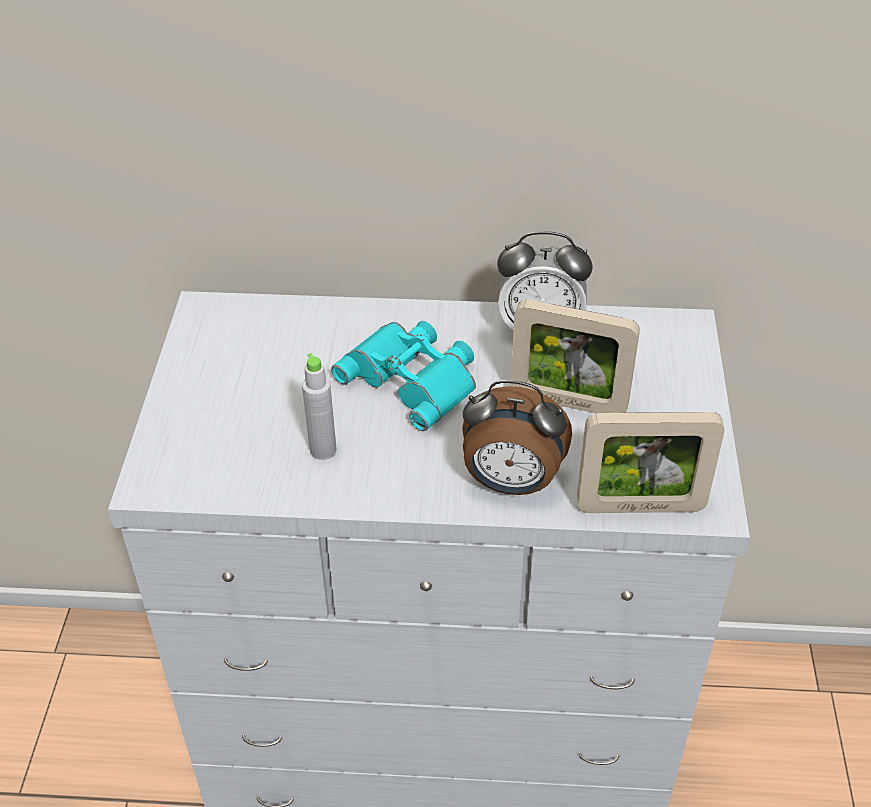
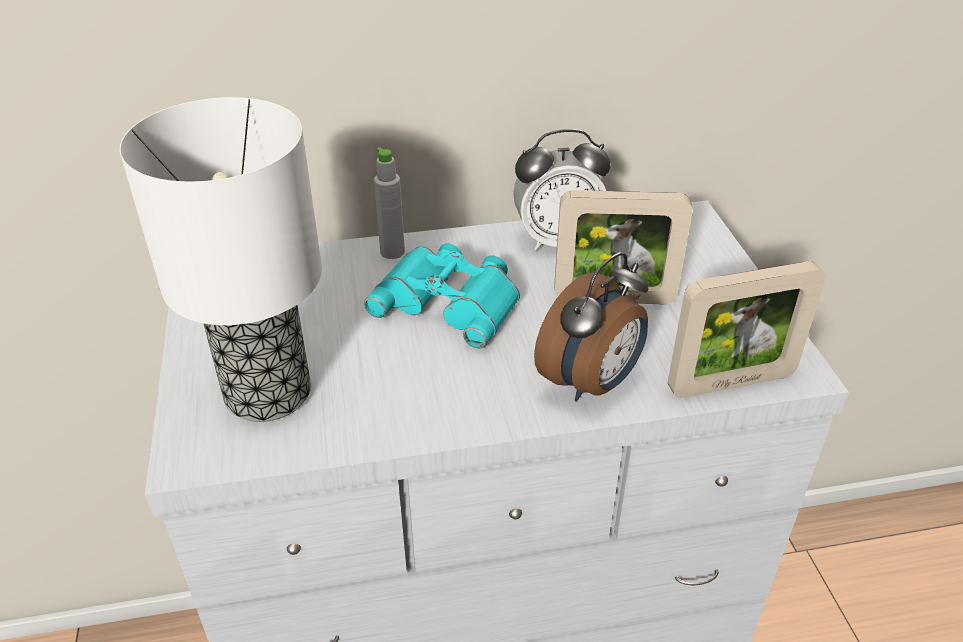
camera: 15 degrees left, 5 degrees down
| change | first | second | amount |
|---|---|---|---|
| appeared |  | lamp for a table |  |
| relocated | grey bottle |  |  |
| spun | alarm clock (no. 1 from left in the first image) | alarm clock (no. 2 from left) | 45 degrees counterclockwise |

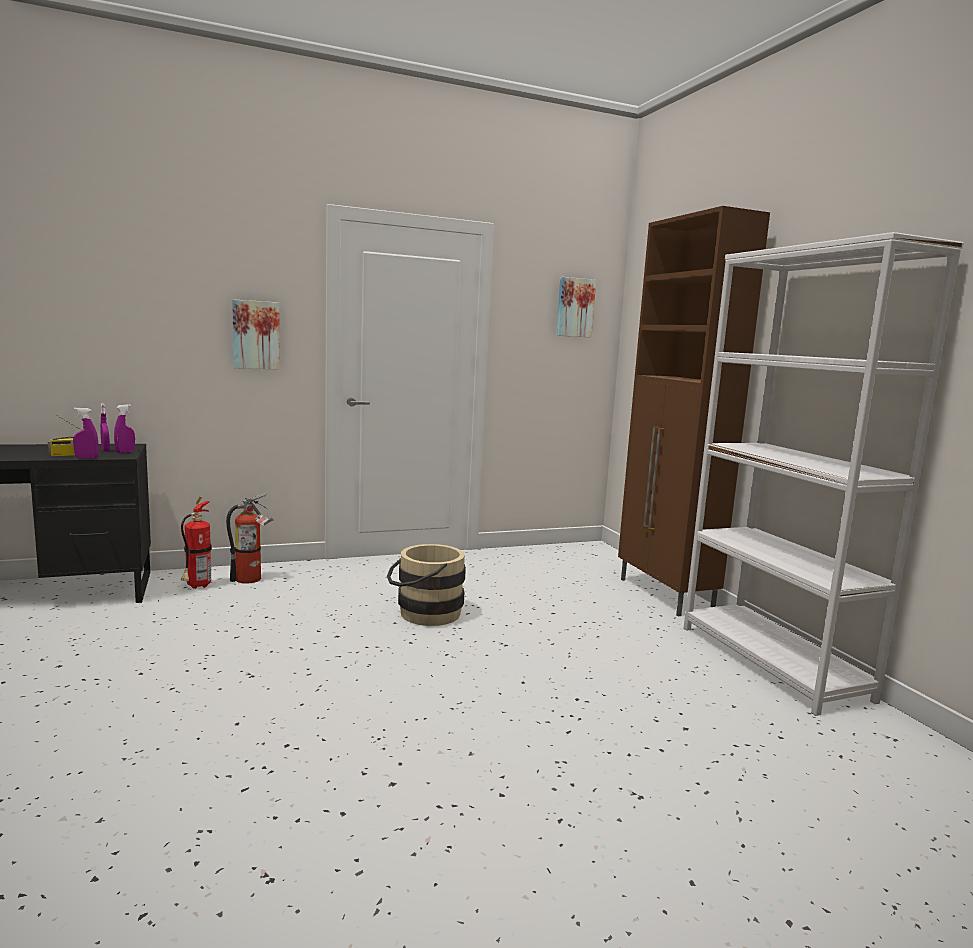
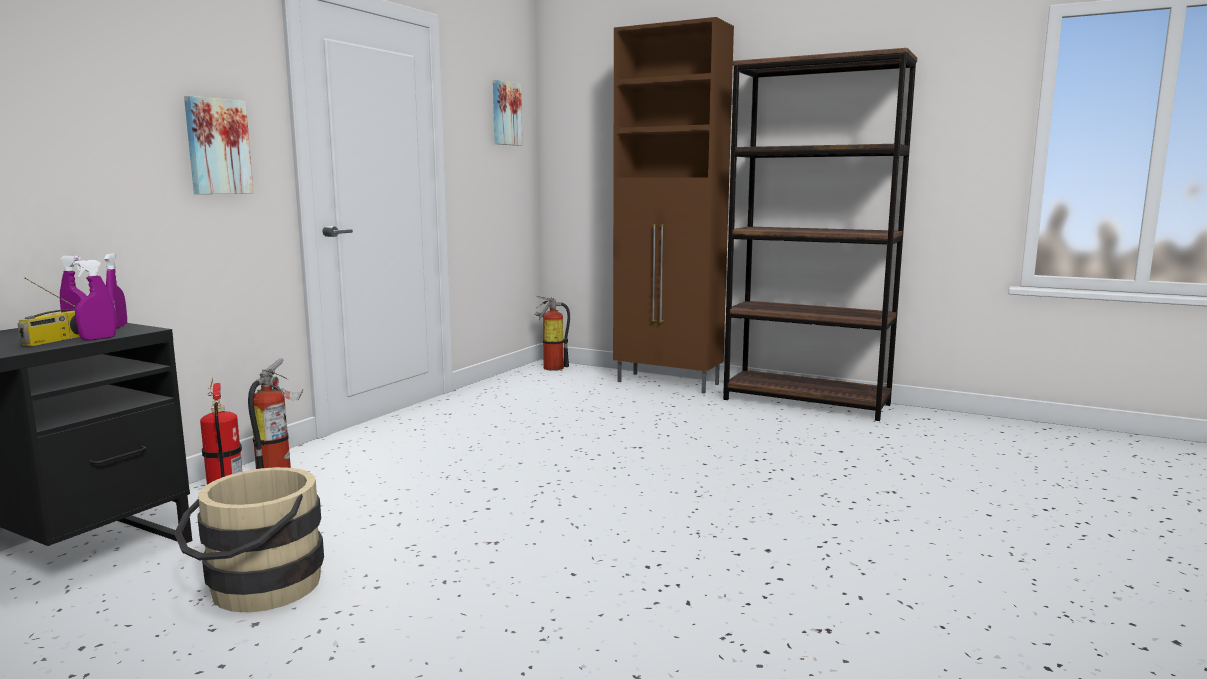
camera: 40 degrees left, 0 degrees up
| change | first | second | amount |
|---|---|---|---|
| appeared |  | fire extinguisher (no. 3 from left) |  |
| relocated | sand-coloured pail |  |  |
| colour | whitish bookcase | brown-coloured bookcase |  |

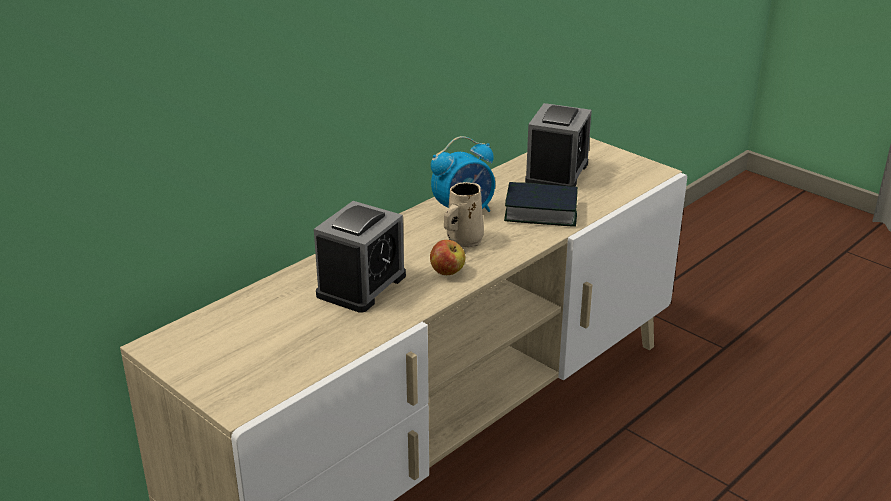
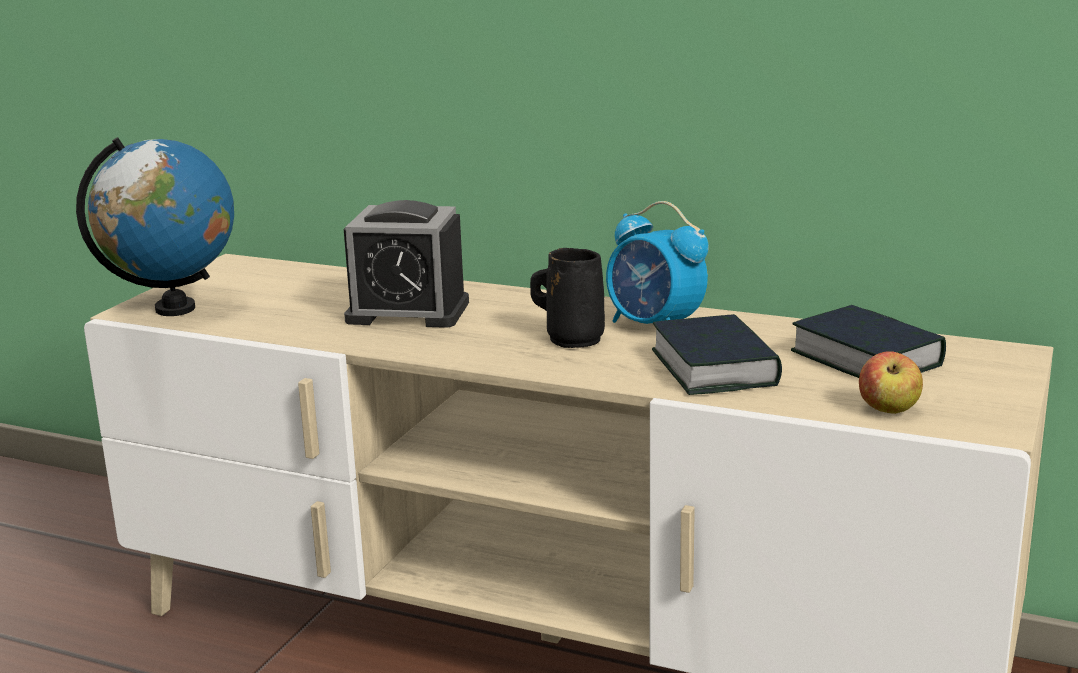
camera: 70 degrees right, 10 degrees down
| change | first | second | amount |
|---|---|---|---|
| appeared |  | world globe |  |
| relocated | apple |  |  |
| exchanged | alarm clock (no. 3 from left) | volume (no. 2 from left) |  |
| colour | sand-coloured coffee mug | blackish coffee mug |  |

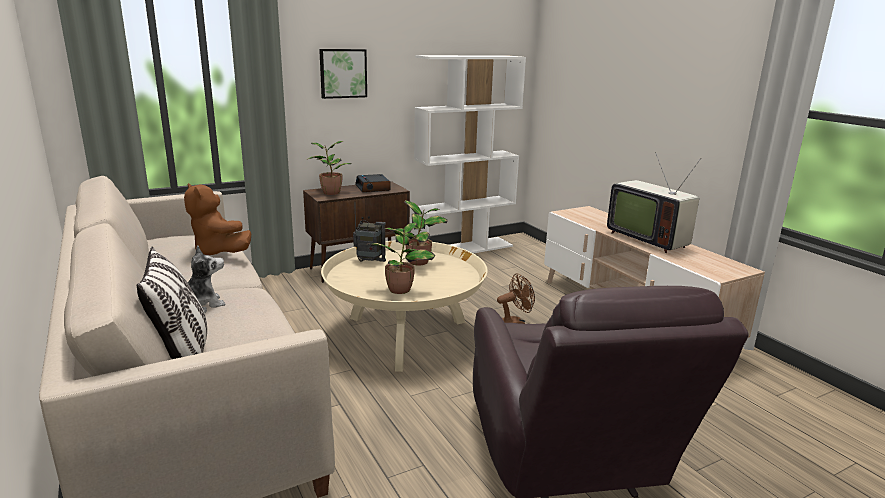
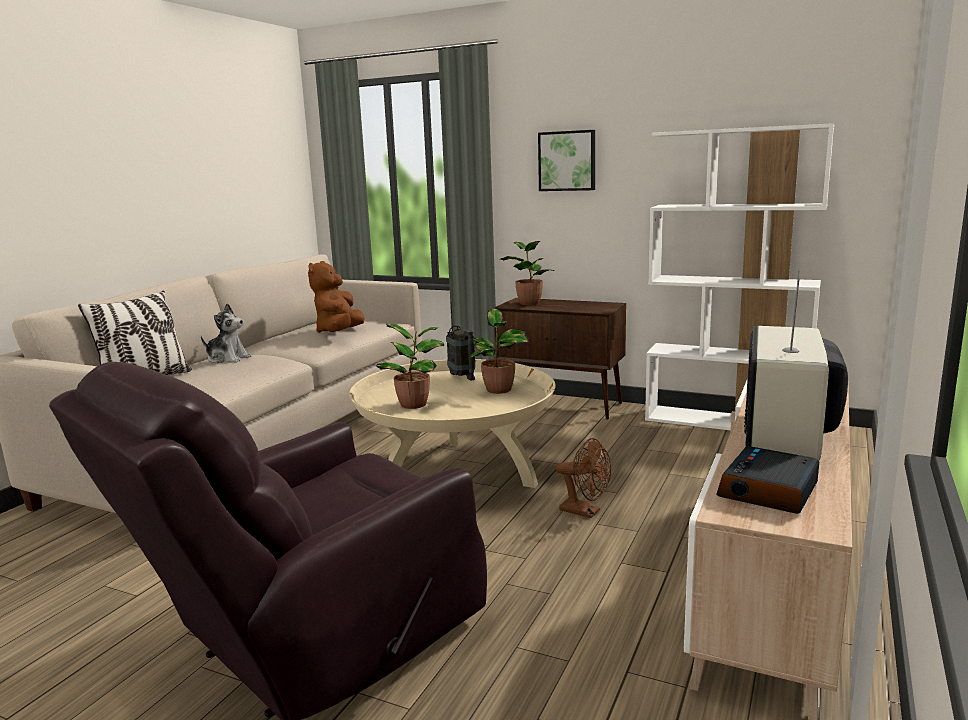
camera: 55 degrees right, 5 degrees down
| change | first | second | amount |
|---|---|---|---|
| relocated | alarm clock |  |  |

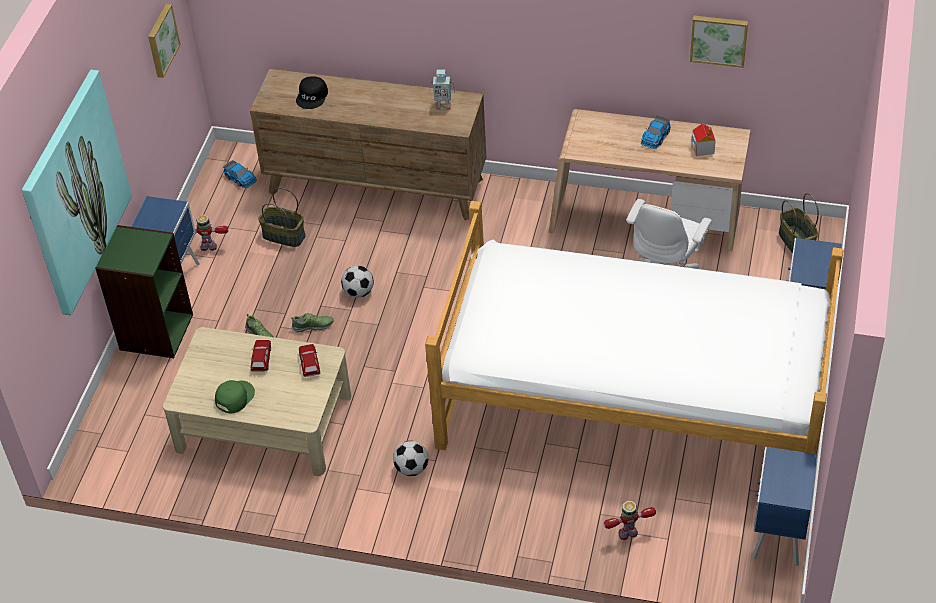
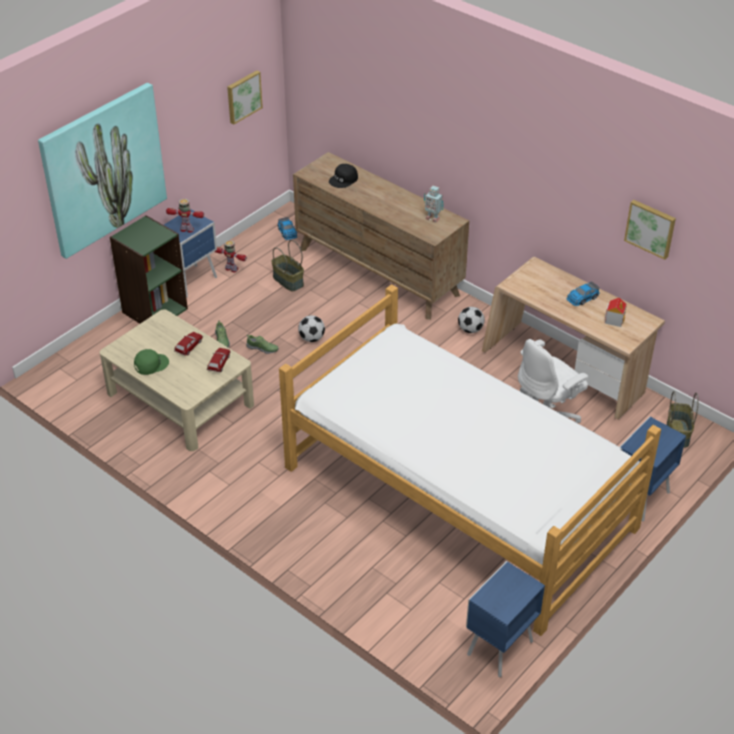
camera: 25 degrees right, 5 degrees down
| change | first | second | amount |
|---|---|---|---|
| relocated | football ball (no. 2 from left) |  |  |
| relocated | robot figure (no. 3 from left in the first image) | robot figure (no. 1 from left) |  |

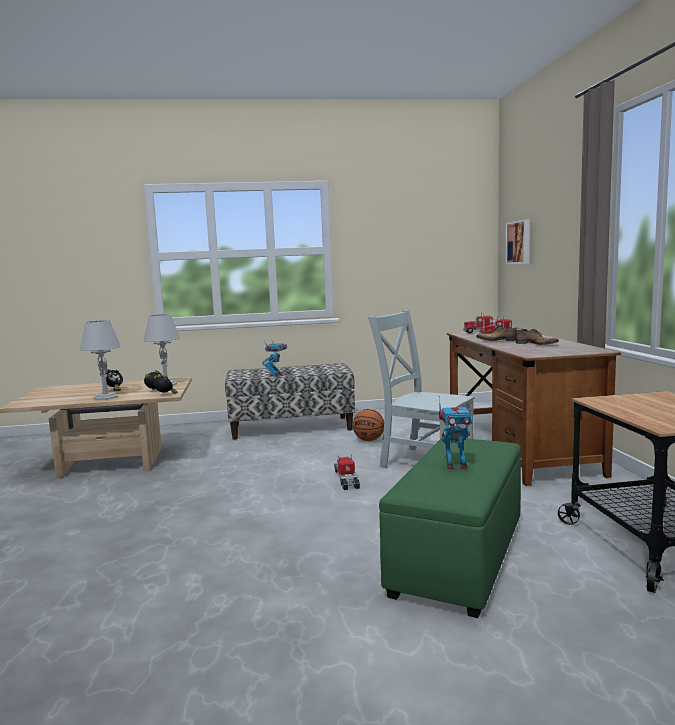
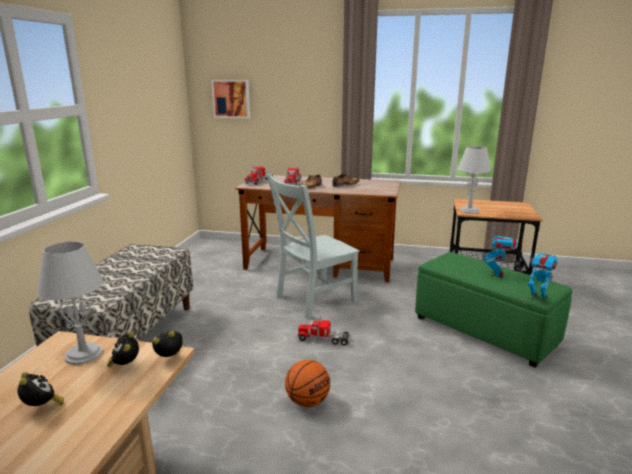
camera: 70 degrees left, 10 degrees up
| change | first | second | amount |
|---|---|---|---|
| relocated | grey lamp for a table (no. 1 from left in the first image) | grey lamp for a table (no. 2 from left) |  |
| relocated | robot figure (no. 1 from left in the first image) | robot figure (no. 2 from left) |  |
| relocated | ball for basketball |  |  |

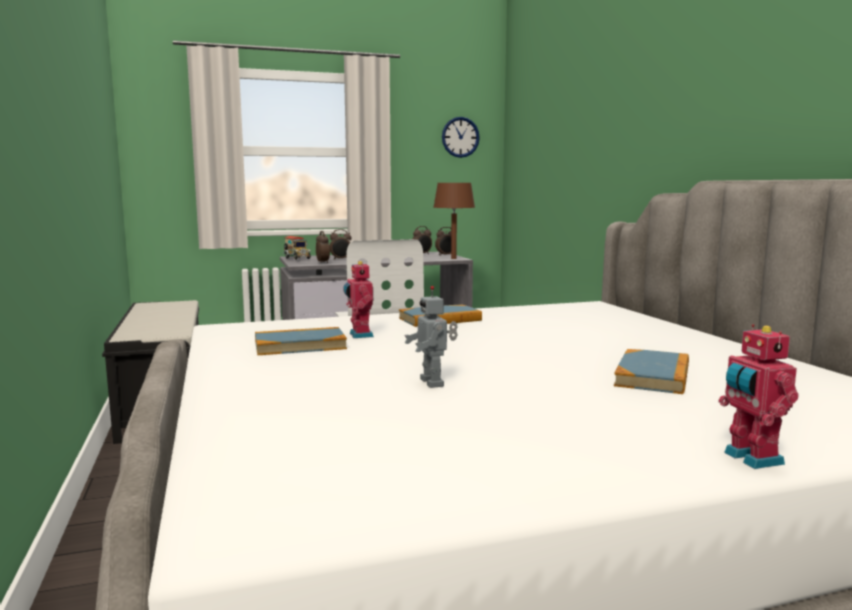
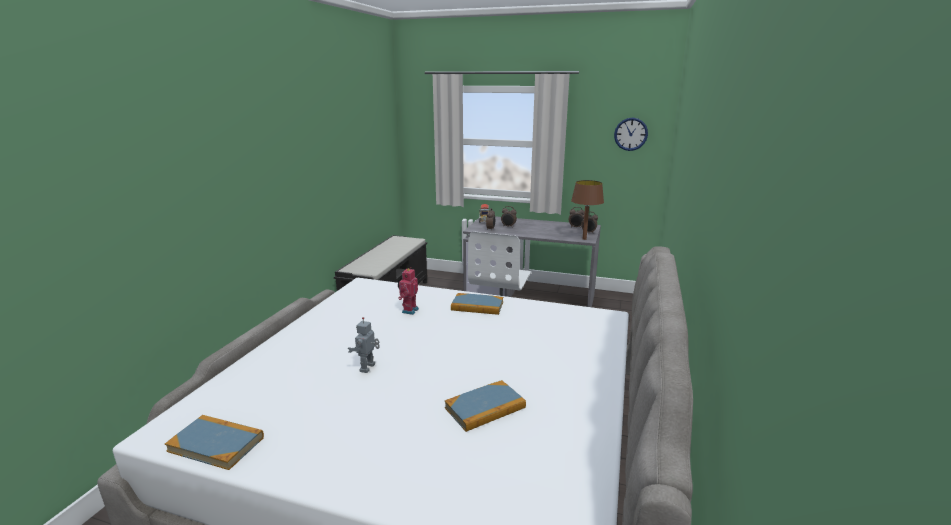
camera: 35 degrees right, 10 degrees up
| change | first | second | amount |
|---|---|---|---|
| missing | robot figure (no. 3 from left) |  |  |
| relocated | volume (no. 1 from left) |  |  |

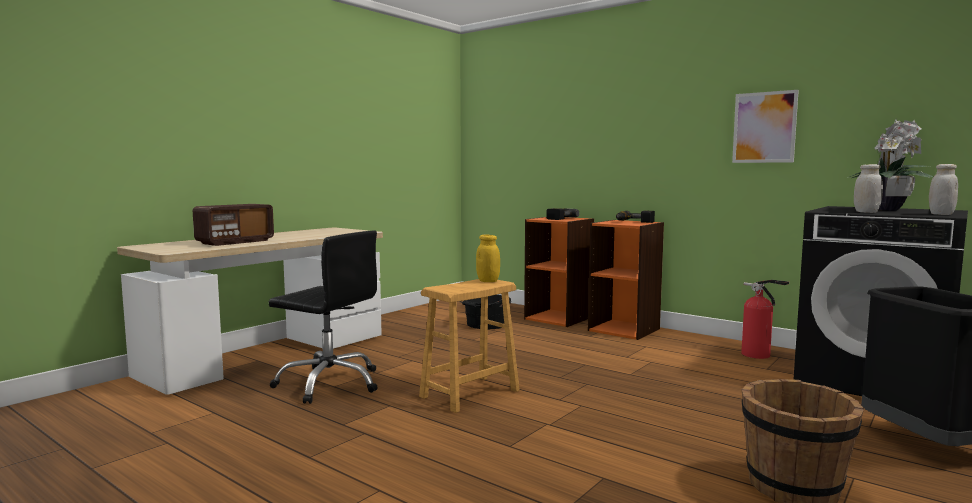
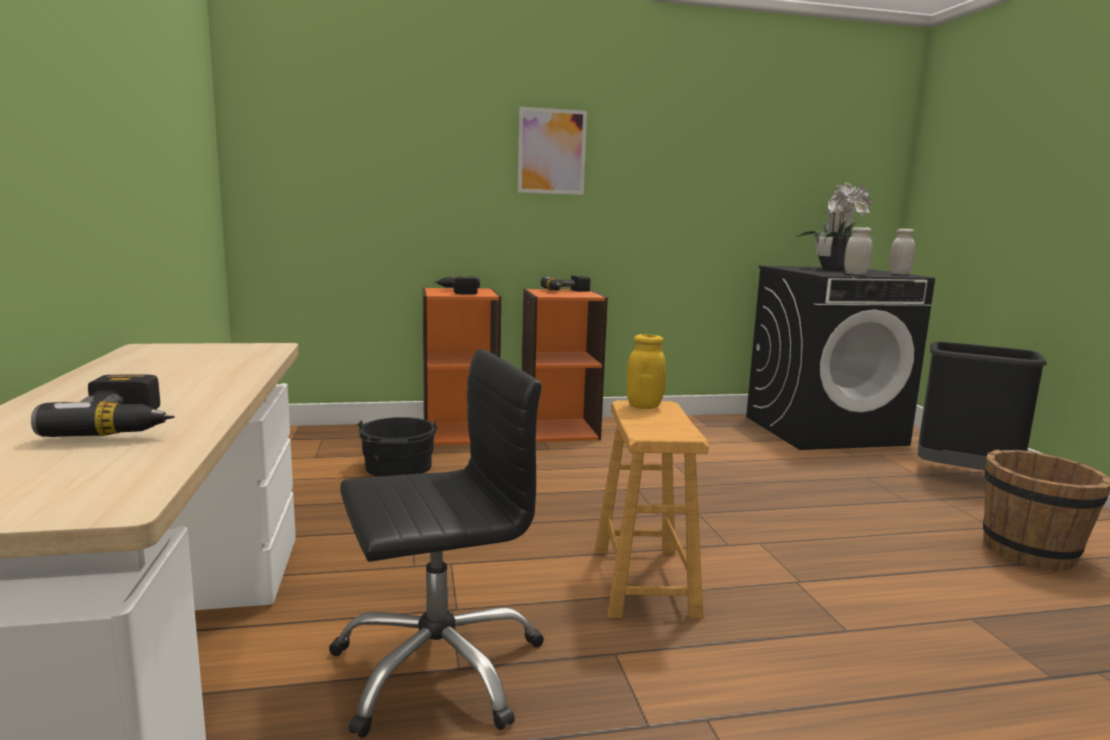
camera: 50 degrees left, 5 degrees up
| change | first | second | amount |
|---|---|---|---|
| missing | fire extinguisher |  |  |
| relocated | wall picture |  |  |
| exchanged | radio set | drill (no. 1 from left) |  |

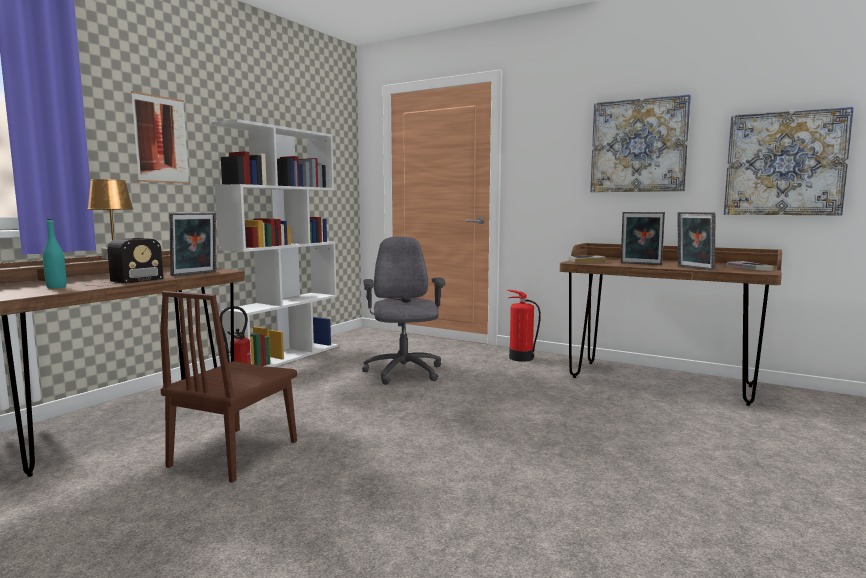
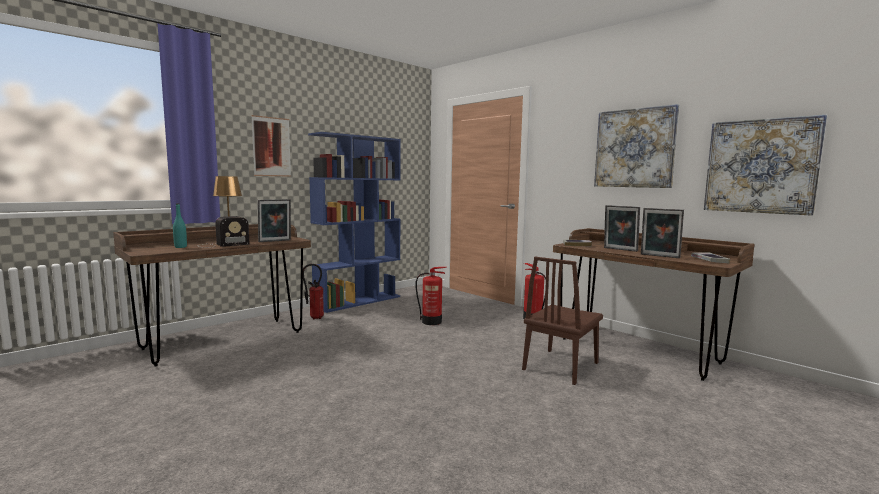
camera: 15 degrees right, 0 degrees up
| change | first | second | amount |
|---|---|---|---|
| relocated | brown-coloured chair |  |  |
| exchanged | grey computer chair | fire extinguisher (no. 2 from left) |  |
| colour | whitish bookcase | bluish bookcase |  |
| spun | photo frame (no. 3 from left) |  | 45 degrees counterclockwise |

